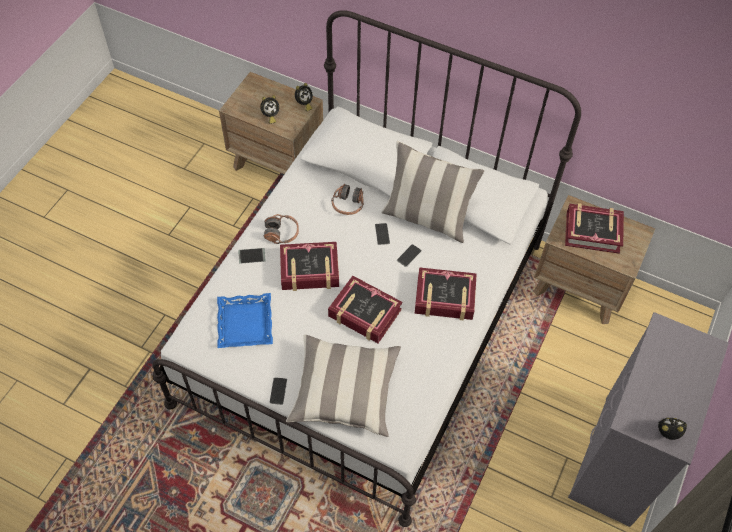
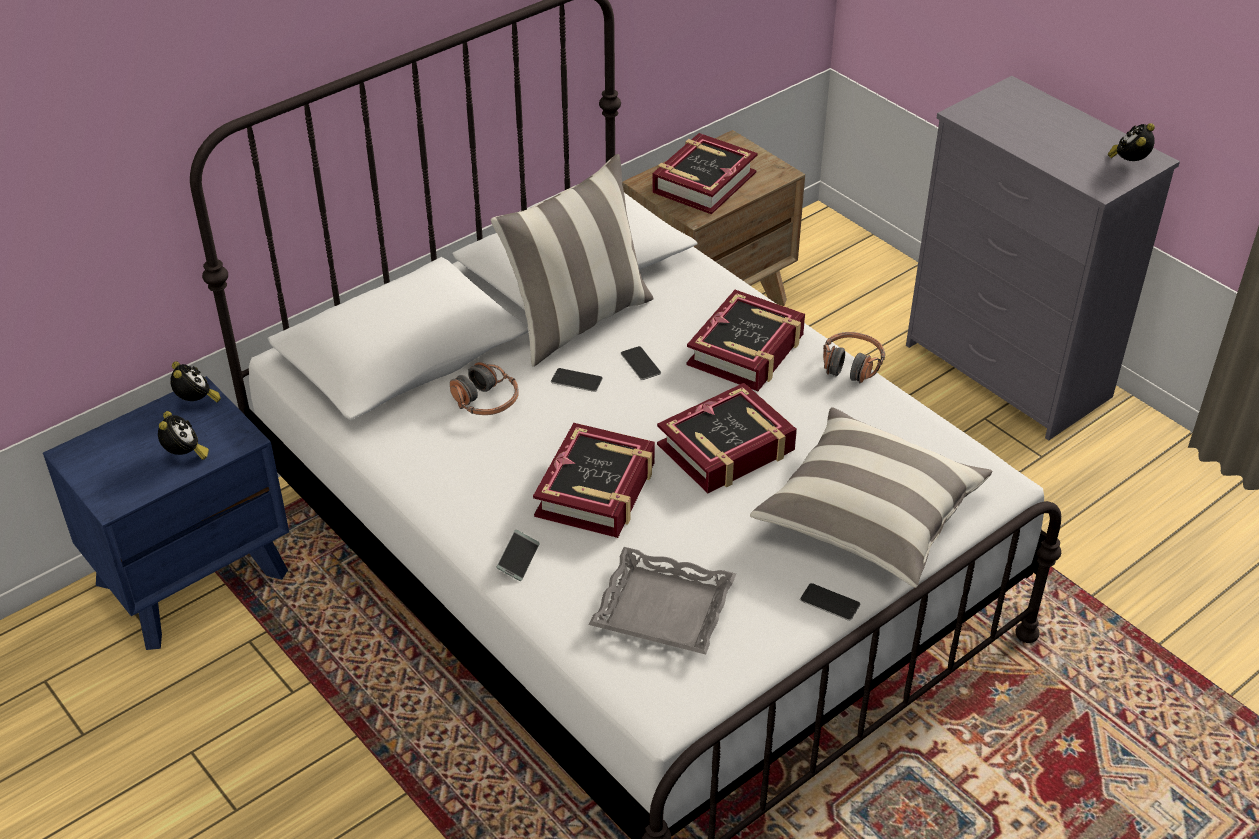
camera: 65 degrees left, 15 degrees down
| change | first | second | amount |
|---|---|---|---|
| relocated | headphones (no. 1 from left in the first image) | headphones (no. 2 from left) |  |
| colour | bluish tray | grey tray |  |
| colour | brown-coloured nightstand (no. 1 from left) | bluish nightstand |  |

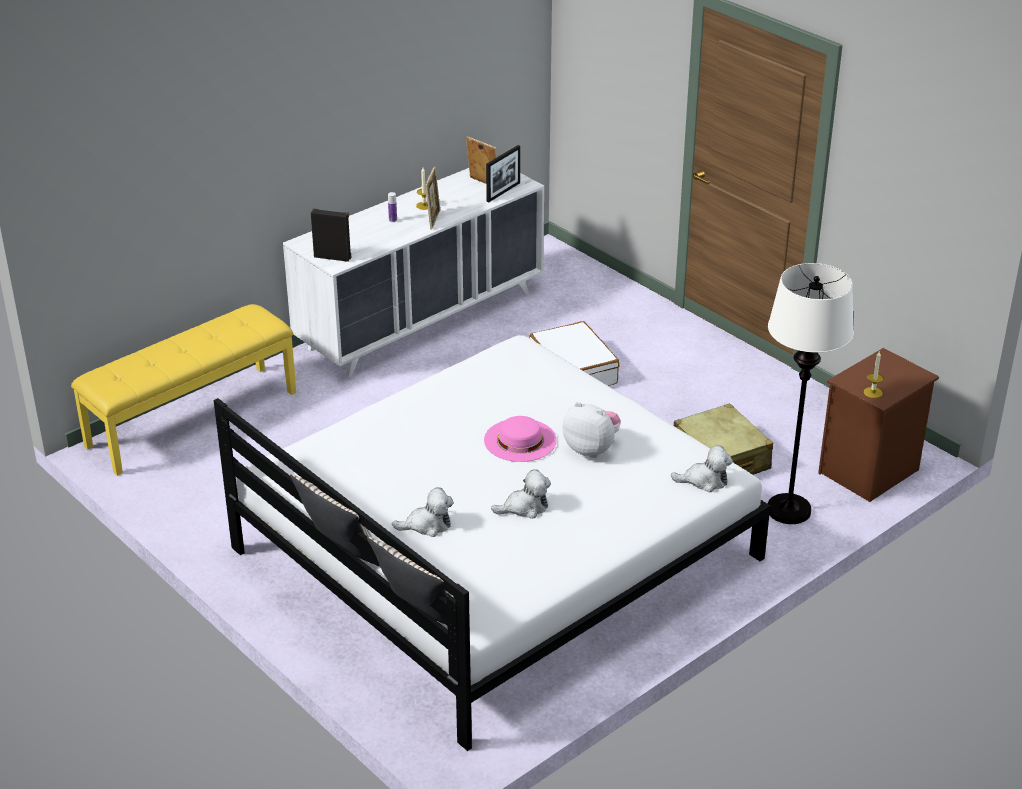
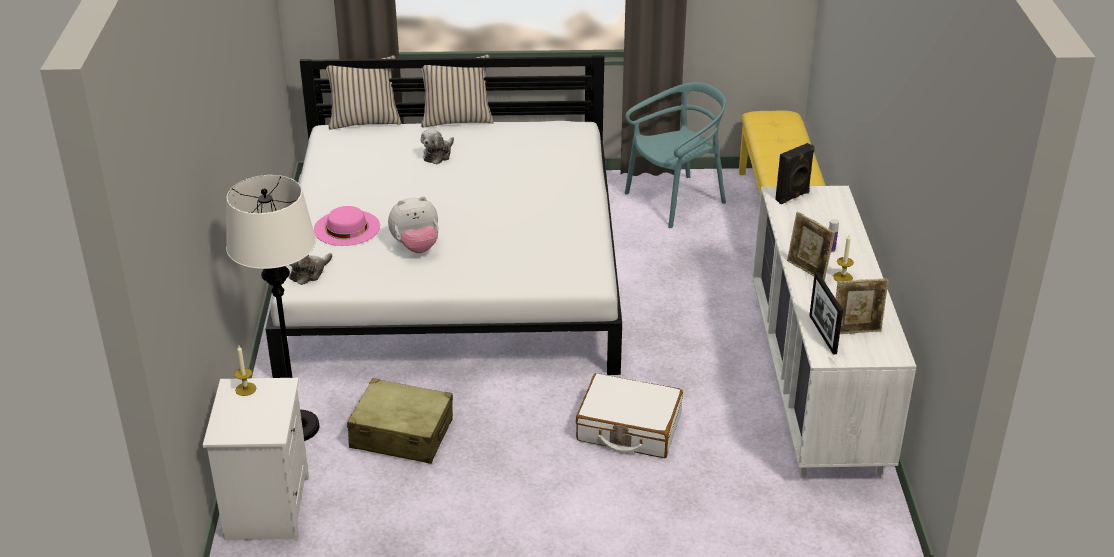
camera: 130 degrees right, 0 degrees up
| change | first | second | amount |
|---|---|---|---|
| missing | plush toy (no. 2 from left) |  |  |
| appeared |  | turquoise-coloured chair |  |
| relocated | pink-coloured wearable hat |  |  |
| colour | brown-coloured nightstand | whitish nightstand |  |

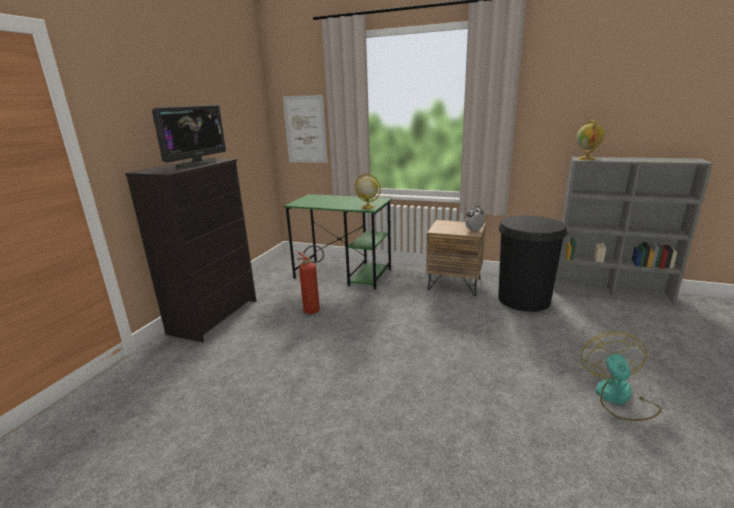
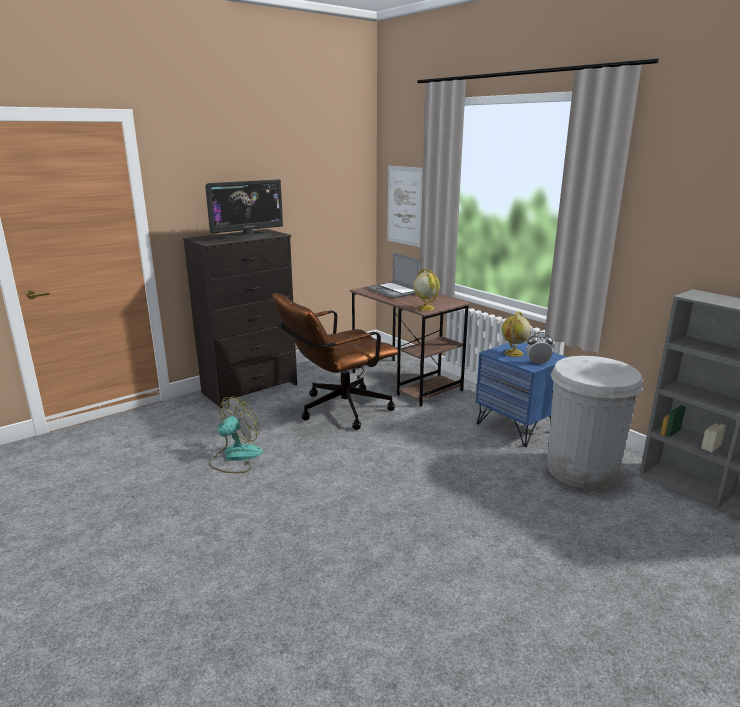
camera: 30 degrees right, 0 degrees up
| change | first | second | amount |
|---|---|---|---|
| appeared |  | portable computer |  |
| relocated | world globe (no. 2 from left) |  |  |
| relocated | electric fan |  |  |
| exchanged | fire extinguisher | brown-coloured computer chair |  |
| colour | green desk table | brown-coloured desk table |  |
| colour | brown-coloured nightstand | bluish nightstand |  |
| colour | blackish waste bin | whitish waste bin |  |

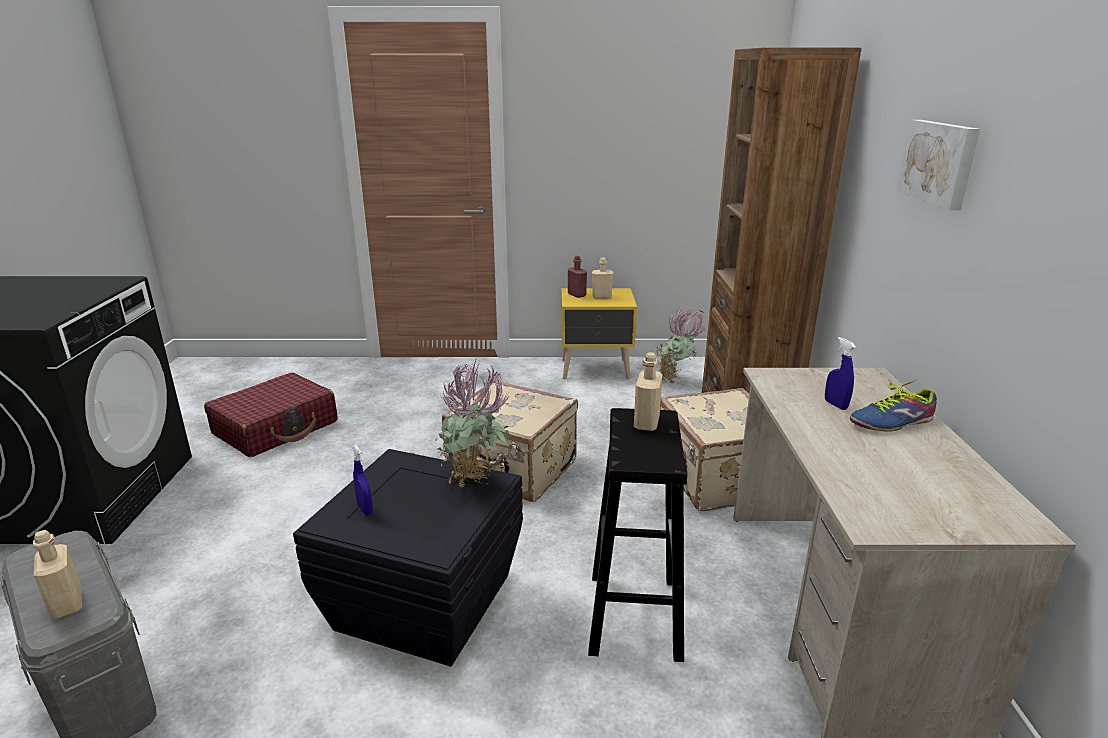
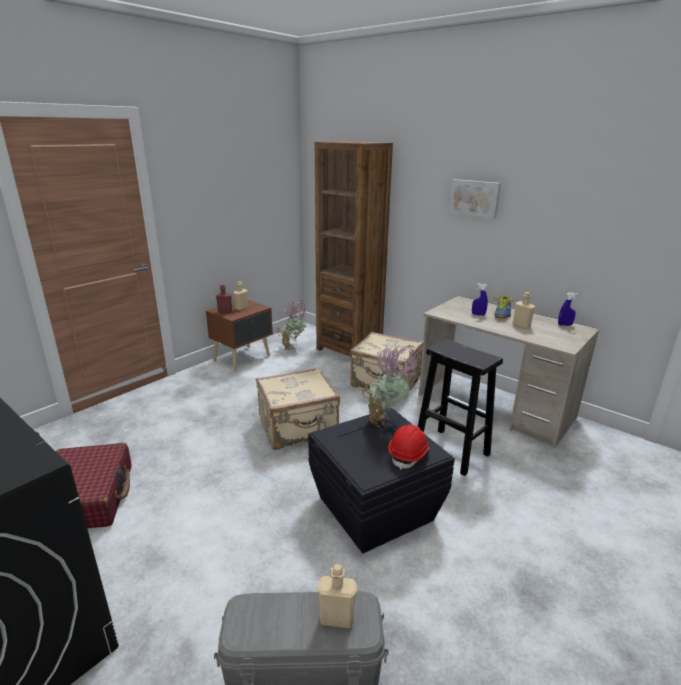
camera: 50 degrees left, 0 degrees up
| change | first | second | amount |
|---|---|---|---|
| appeared |  | reddish hard hat |  |
| relocated | bluish sprayer (no. 1 from left in the first image) | bluish sprayer (no. 2 from left) |  |
| relocated | sand-coloured bottle (no. 3 from left) |  |  |
| colour | yellow nightstand | brown-coloured nightstand |  |

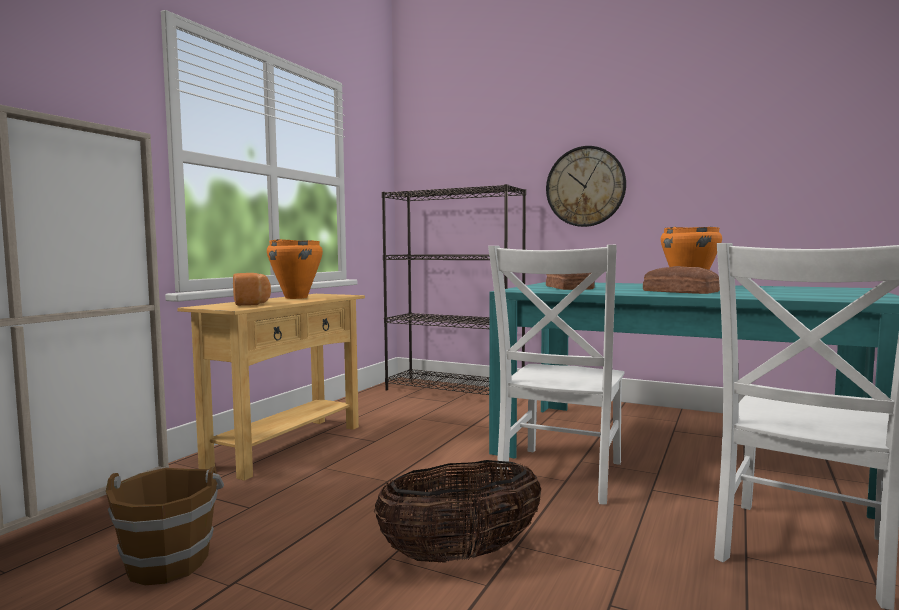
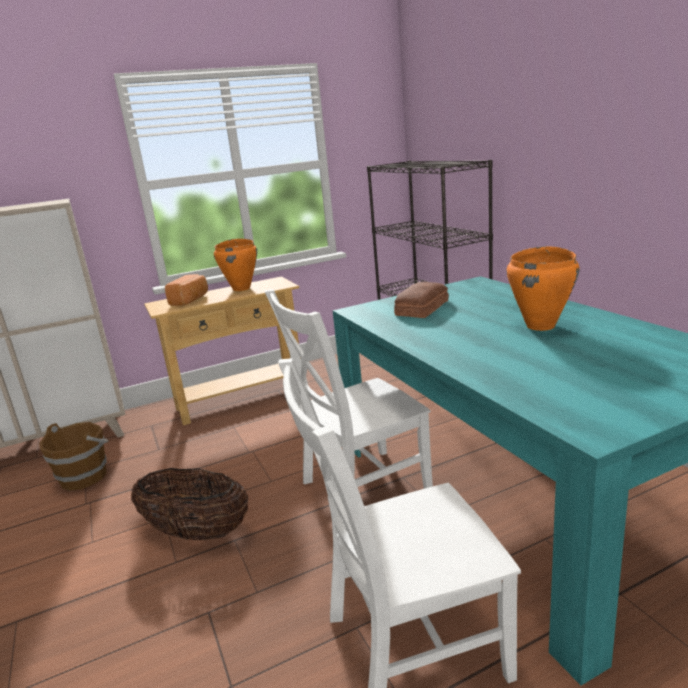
camera: 40 degrees right, 15 degrees up
| change | first | second | amount |
|---|---|---|---|
| missing | clock on the wall |  |  |
| missing | bread (no. 3 from left) |  |  |

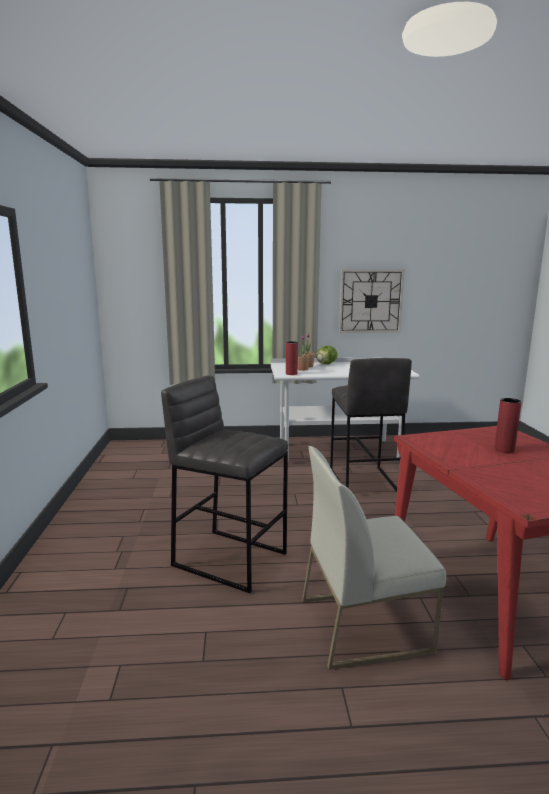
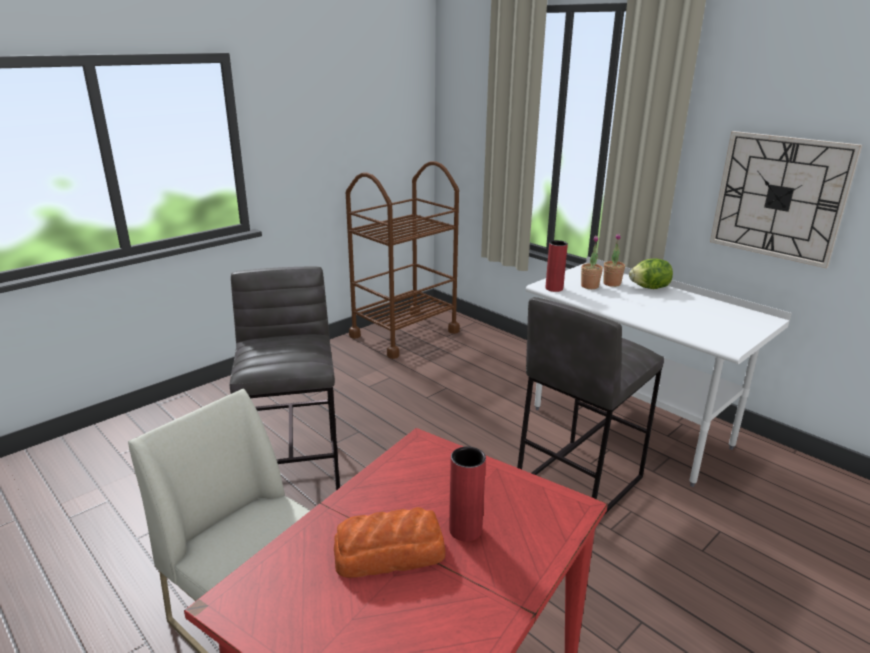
camera: 50 degrees right, 10 degrees up
| change | first | second | amount |
|---|---|---|---|
| appeared |  | bread |  |
| appeared |  | brown-coloured trolley |  |

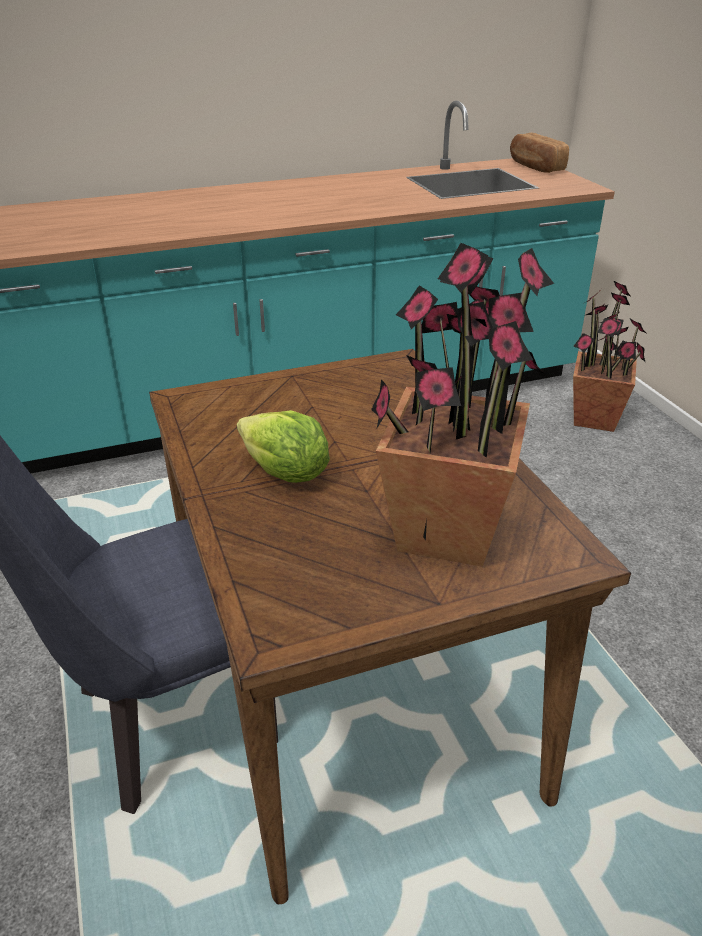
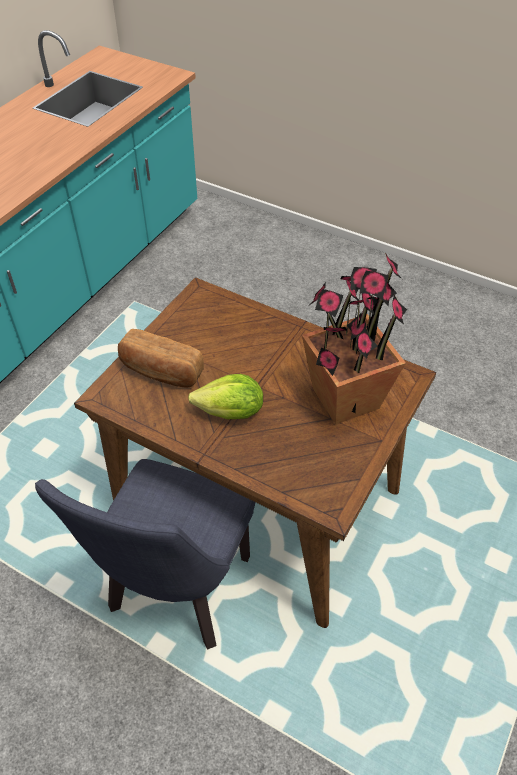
camera: 40 degrees left, 15 degrees up
| change | first | second | amount |
|---|---|---|---|
| missing | houseplant (no. 2 from left) |  |  |
| relocated | bread |  |  |

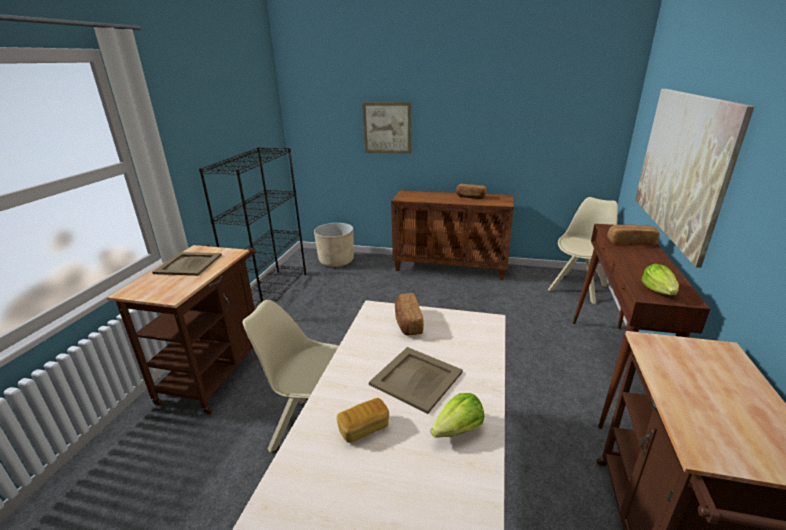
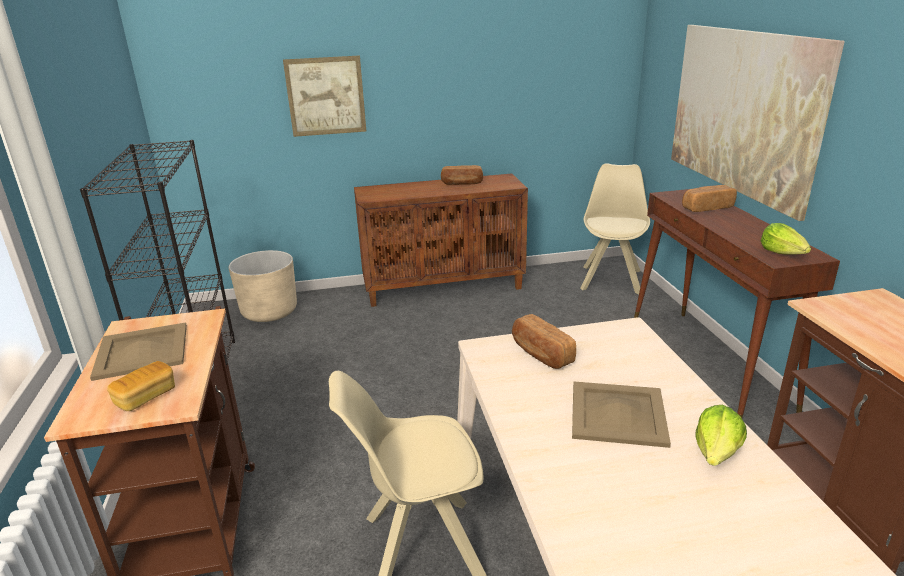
camera: 25 degrees left, 0 degrees up
| change | first | second | amount |
|---|---|---|---|
| relocated | bread (no. 1 from left) |  |  |

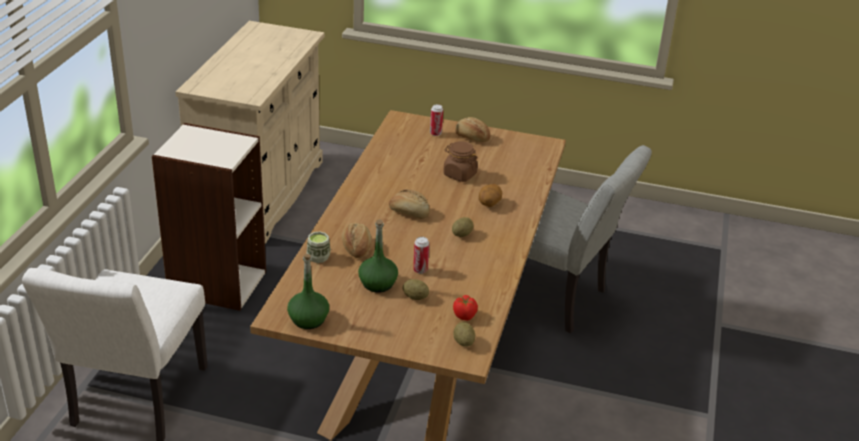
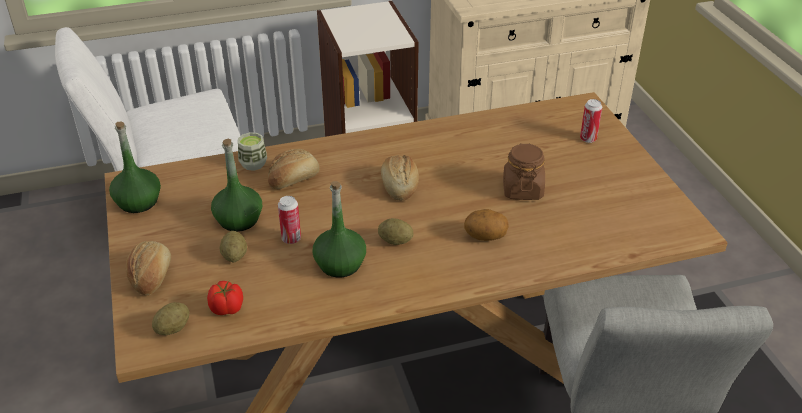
camera: 60 degrees right, 5 degrees up
| change | first | second | amount |
|---|---|---|---|
| appeared |  | green bottle (no. 3 from left) |  |
| relocated | bread (no. 3 from left in the first image) | bread (no. 1 from left) |  |

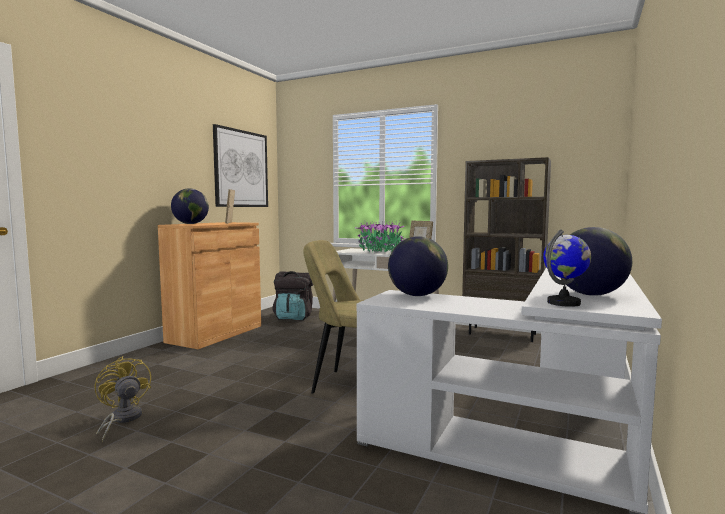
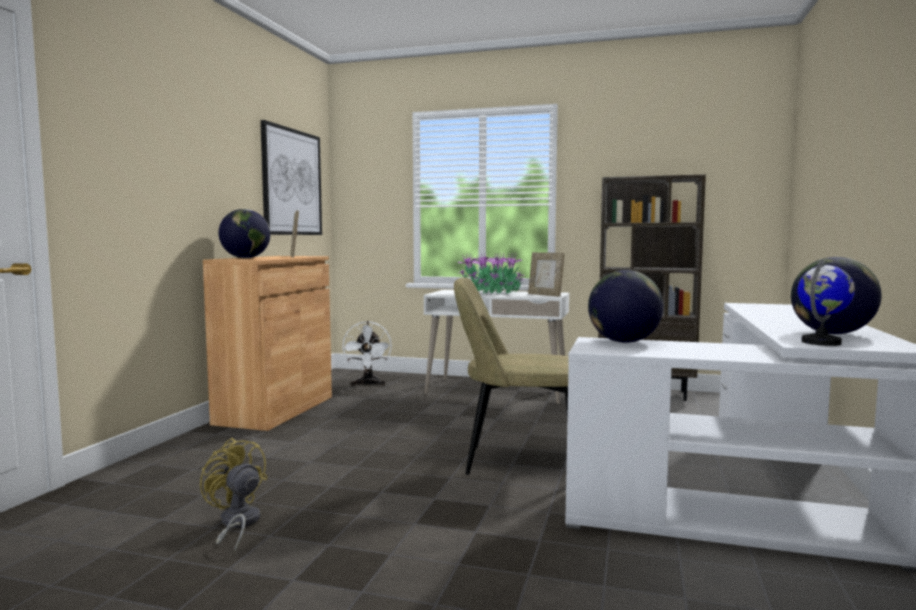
camera: 10 degrees left, 0 degrees up
| change | first | second | amount |
|---|---|---|---|
| exchanged | blackish backpack | whitish electric fan |  |

